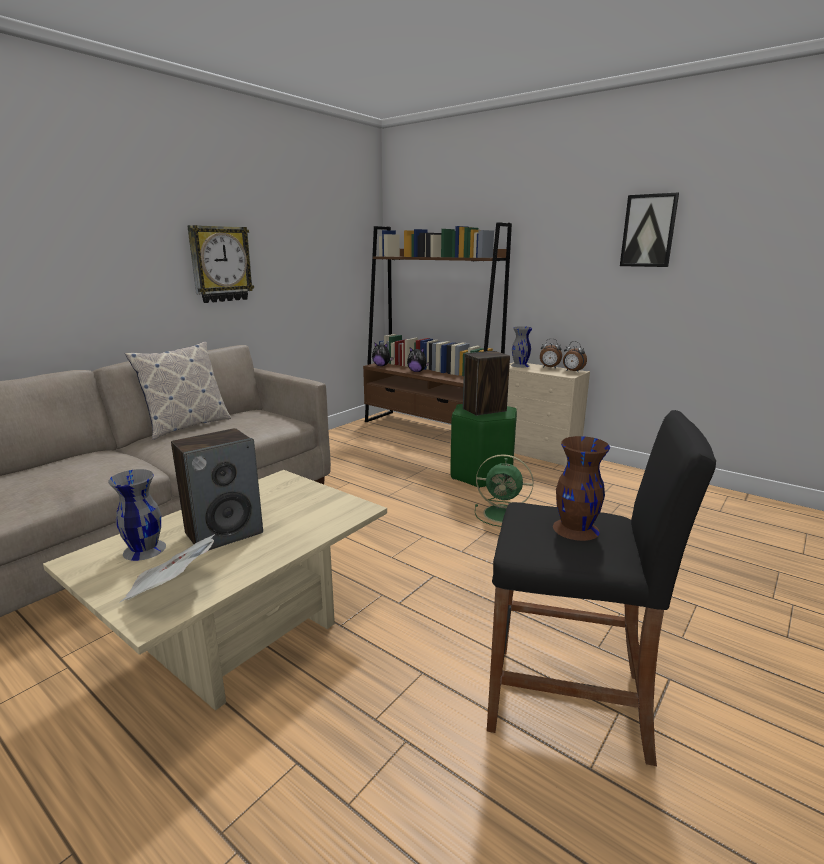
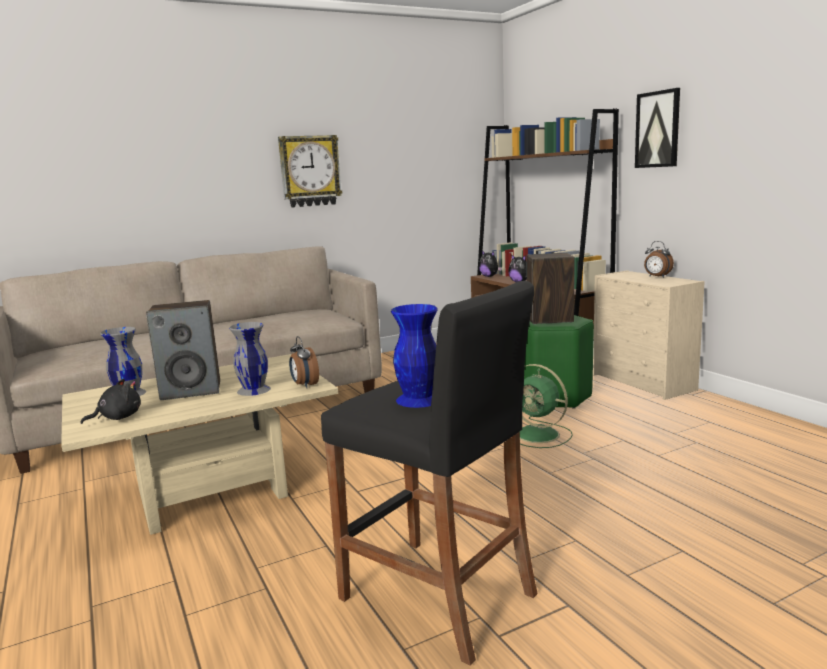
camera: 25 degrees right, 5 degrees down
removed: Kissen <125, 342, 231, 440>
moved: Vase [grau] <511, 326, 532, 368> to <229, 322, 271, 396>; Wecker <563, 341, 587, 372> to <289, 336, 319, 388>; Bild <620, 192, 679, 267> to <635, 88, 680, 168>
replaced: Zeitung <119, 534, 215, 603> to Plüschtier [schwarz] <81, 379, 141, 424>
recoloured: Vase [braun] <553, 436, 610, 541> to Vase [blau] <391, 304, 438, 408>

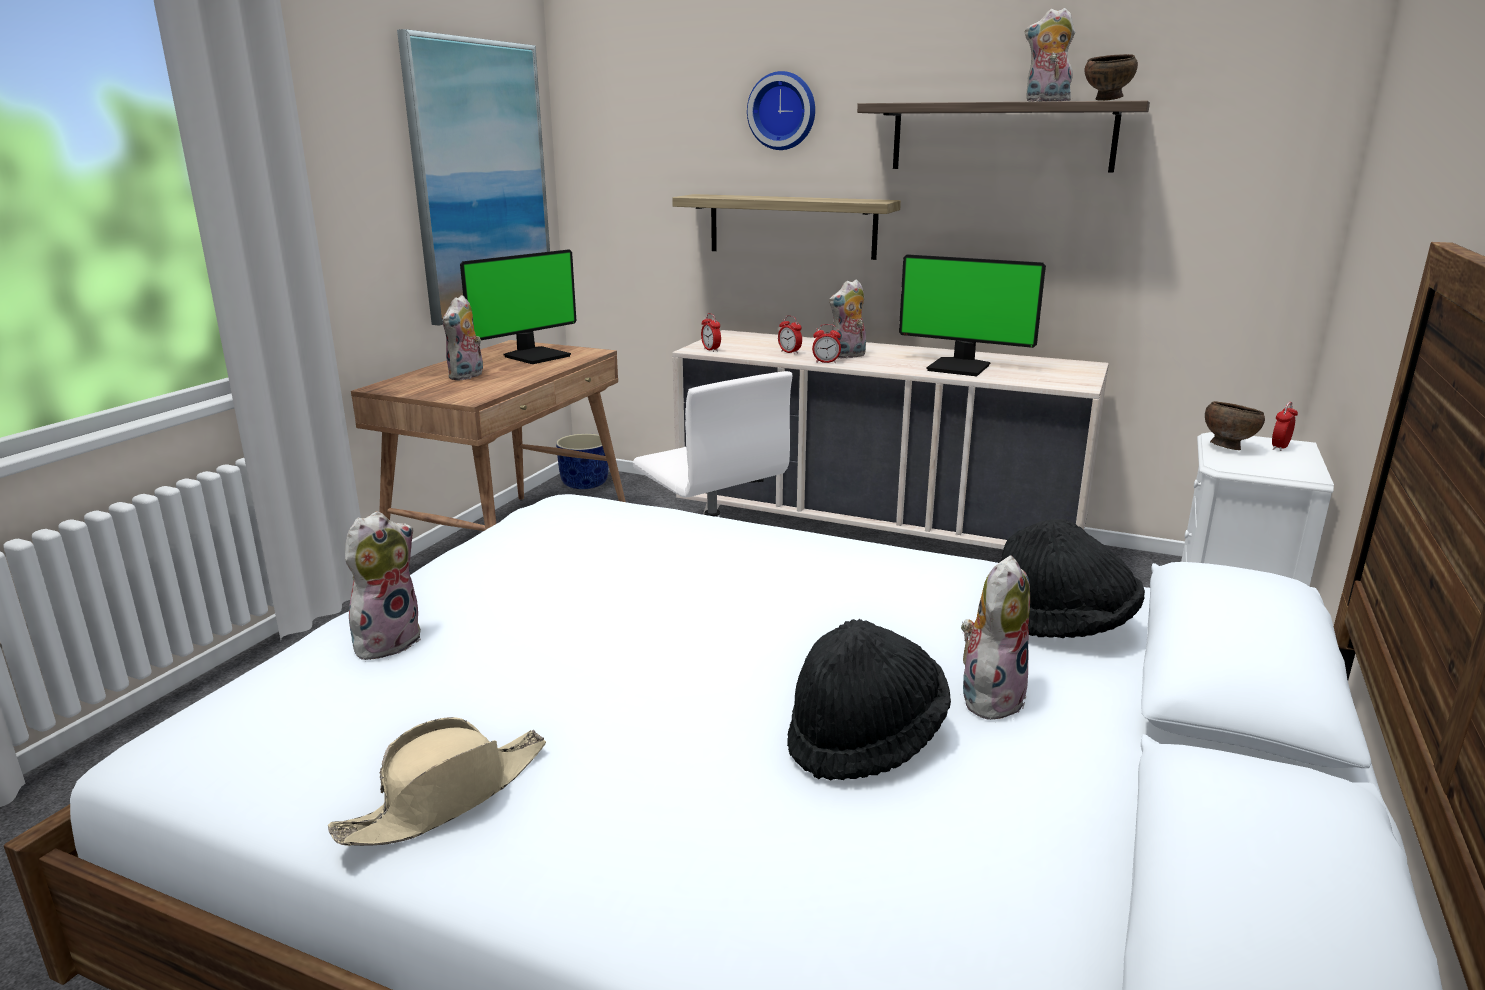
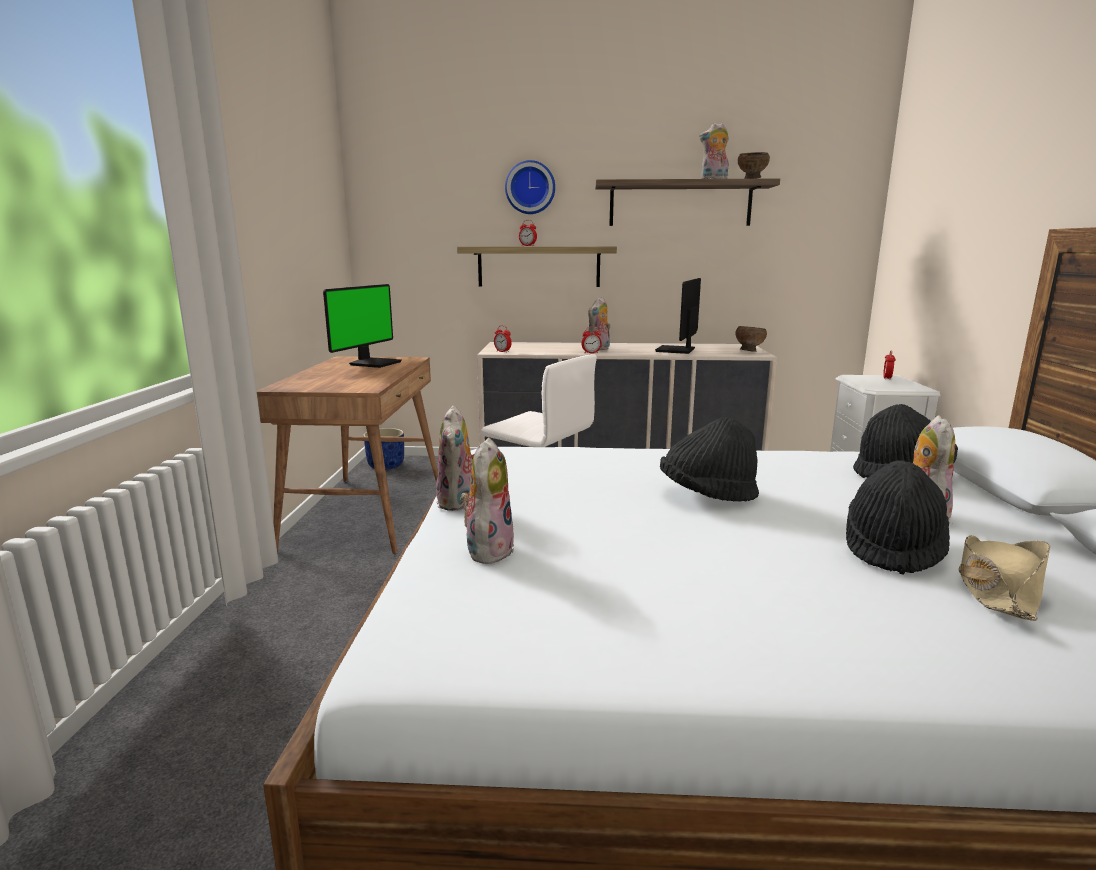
camera: 20 degrees left, 5 degrees down
removed: Bild <397, 29, 550, 326>
added: Hut [schwarz] <660, 417, 759, 502>
moved: Hut [beige] <328, 717, 546, 846> to <959, 535, 1050, 621>; Plüschtier <443, 295, 483, 381> to <436, 405, 474, 511>; Wecker <778, 315, 802, 354> to <519, 220, 537, 246>; Schüssel [braun] <1205, 401, 1265, 450> to <735, 326, 767, 352>
turned: Monitor <899, 254, 1046, 376> = <655, 278, 701, 354> 105 degrees clockwise

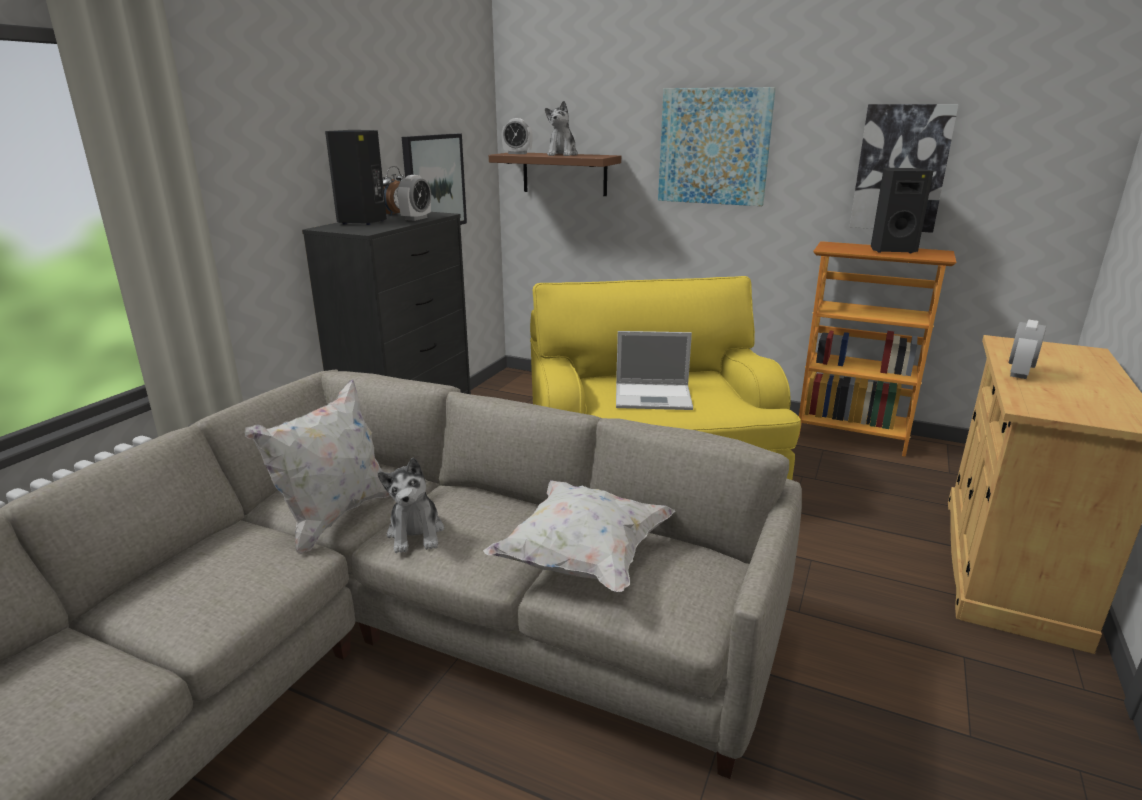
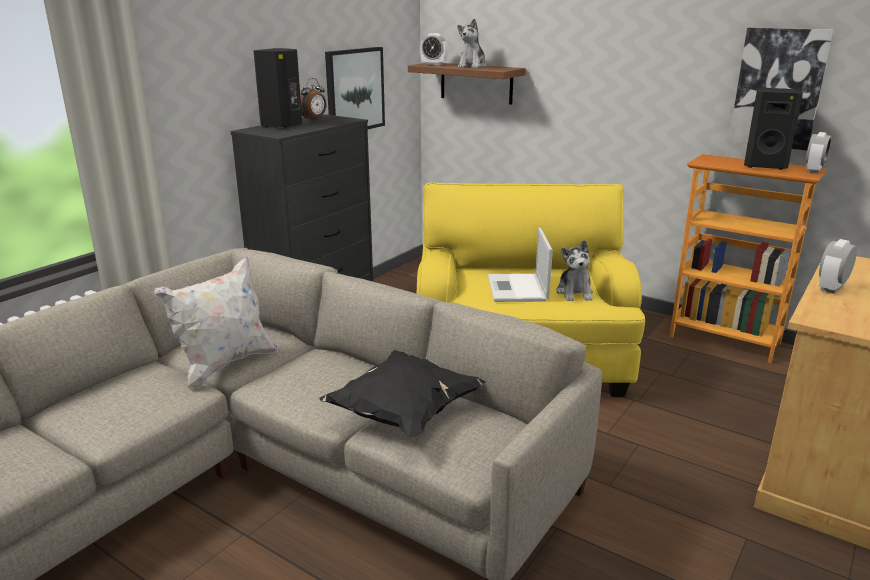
camera: 10 degrees right, 0 degrees up
removed: Bild <658, 87, 776, 206>
moved: Plüschtier <378, 457, 444, 553> to <556, 240, 593, 301>; Wecker <397, 175, 431, 221> to <806, 132, 831, 174>
recoloured: Kissen [weiß] <483, 480, 675, 592> to Kissen [schwarz] <319, 350, 486, 438>
turned: Laptop <616, 331, 693, 410> = <488, 228, 553, 302> 75 degrees clockwise

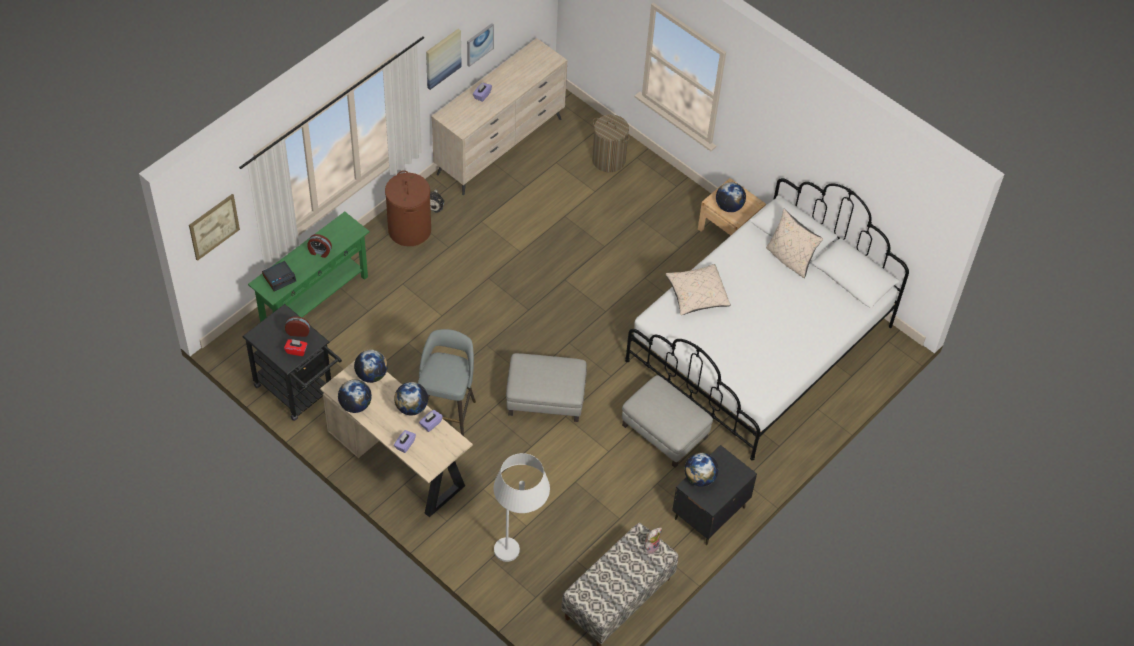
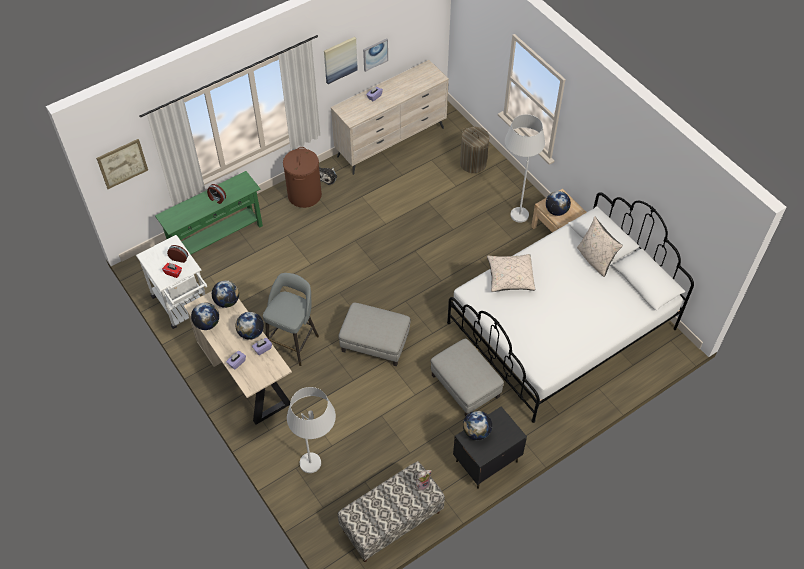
camera: 15 degrees right, 0 degrees up
removed: Wecker <262, 261, 296, 291>
added: Stehlampe [weiß] <505, 114, 545, 223>
recoloured: Rollwagen [schwarz] <242, 304, 342, 421> to Rollwagen [weiß] <136, 235, 207, 329>

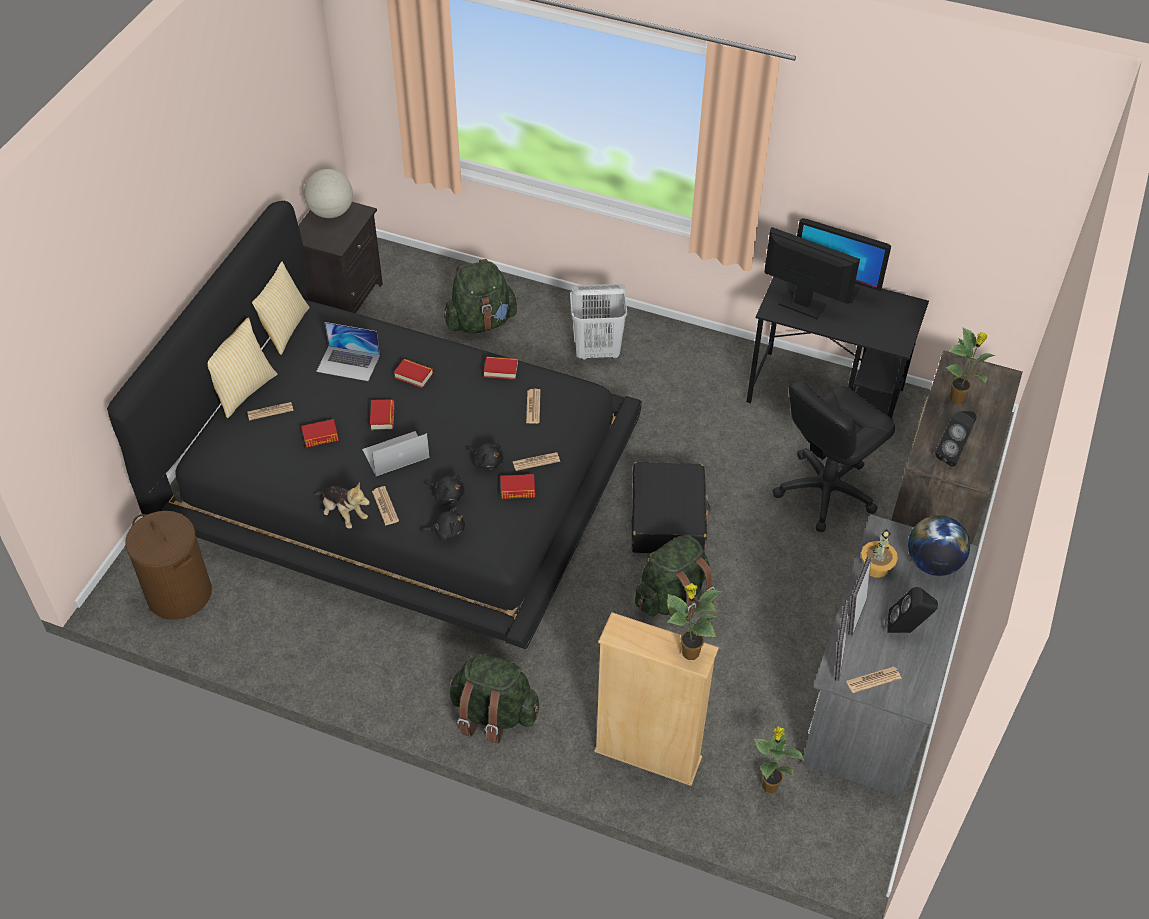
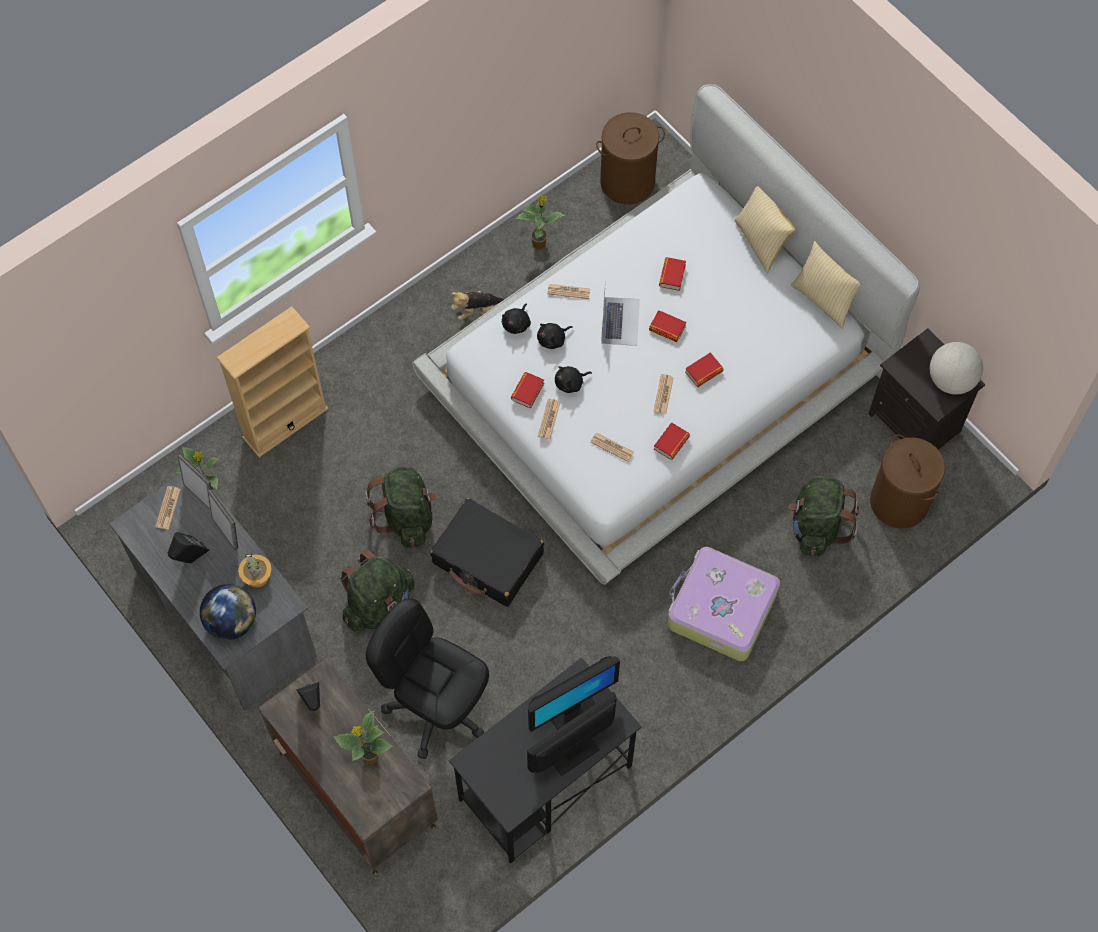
camera: 120 degrees right, 15 degrees up
removed: Laptop <316, 322, 380, 381>
added: Wäschekorb [braun] <870, 434, 945, 529>
moved: Zeitung <247, 402, 294, 421> to <653, 374, 674, 415>; Plüschtier <314, 482, 370, 529> to <451, 291, 506, 321>; Rucksack [grün] <448, 654, 539, 743> to <339, 550, 415, 633>; Topfpflanze <667, 583, 723, 660> to <516, 195, 565, 249>
replaced: Wäschekorb [weiß] <570, 284, 627, 360> to Koffer <667, 547, 780, 661>
recoloured: Bett [schwarz] <107, 201, 642, 649> to Bett [weiß] <412, 84, 920, 585>
turned: Bürostuhl [schwarz] <773, 380, 895, 532> = <366, 598, 489, 759> 45 degrees counterclockwise

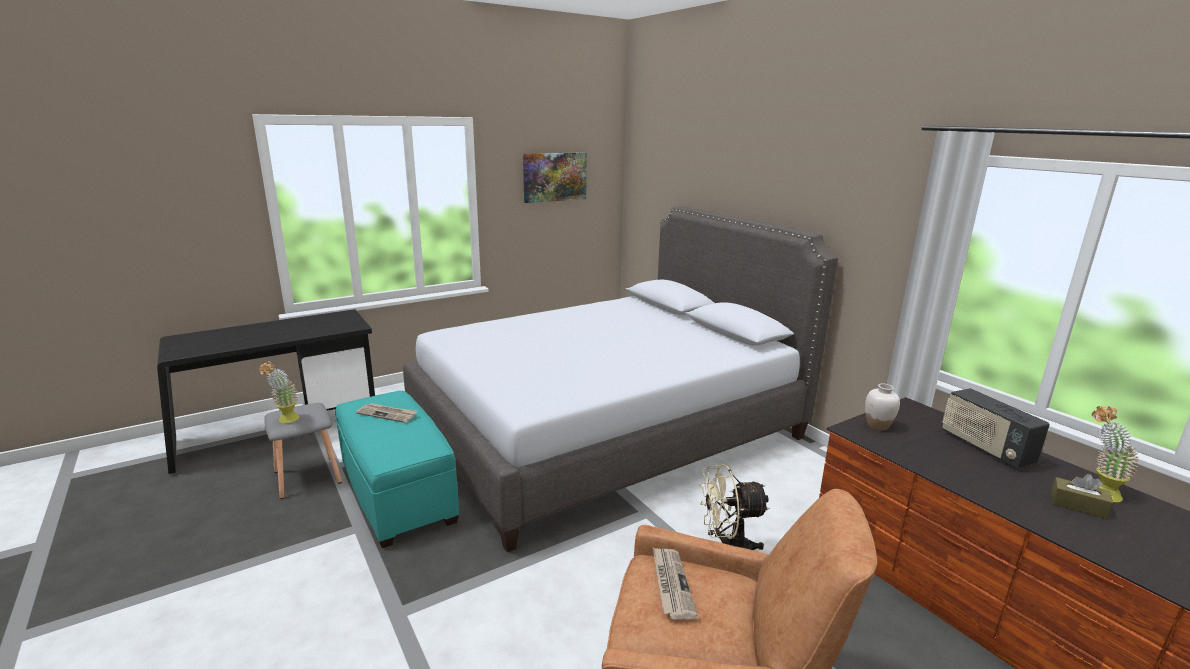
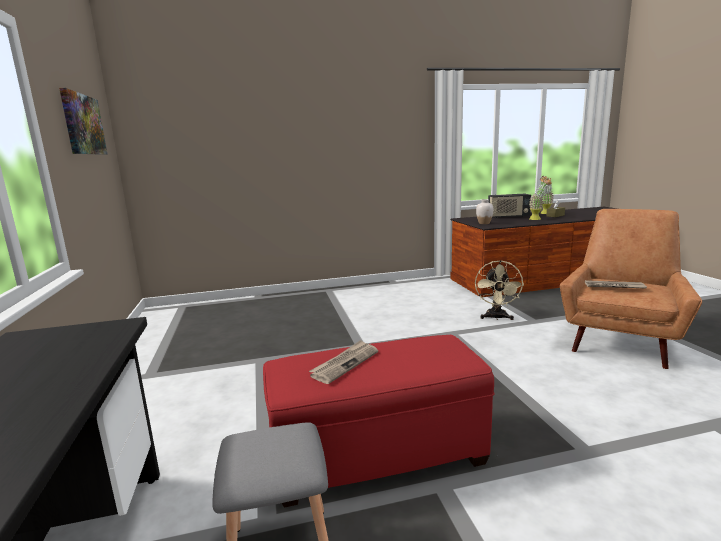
camera: 70 degrees left, 5 degrees down
removed: Bett [grau] <403, 206, 838, 552>
moved: Topfpflanze <258, 361, 300, 423> to <529, 178, 552, 220>
recoloured: Polsterhocker [türkis] <335, 391, 459, 548> to Polsterhocker [rot] <263, 335, 495, 508>

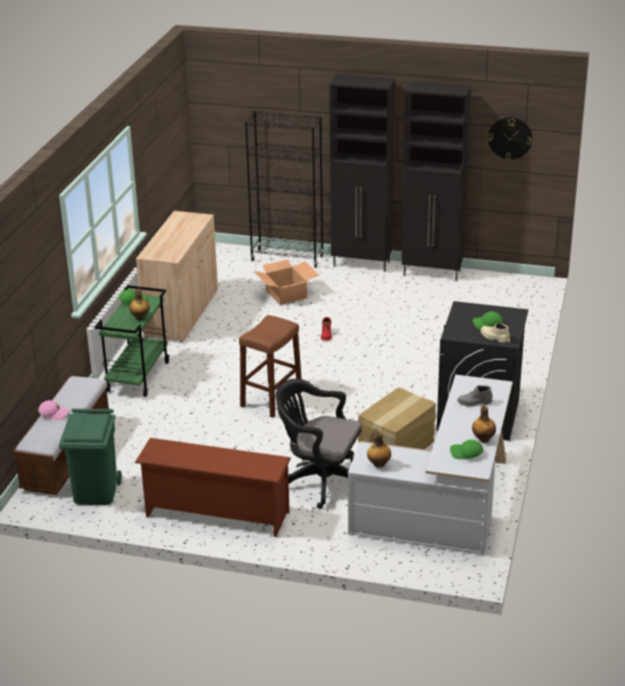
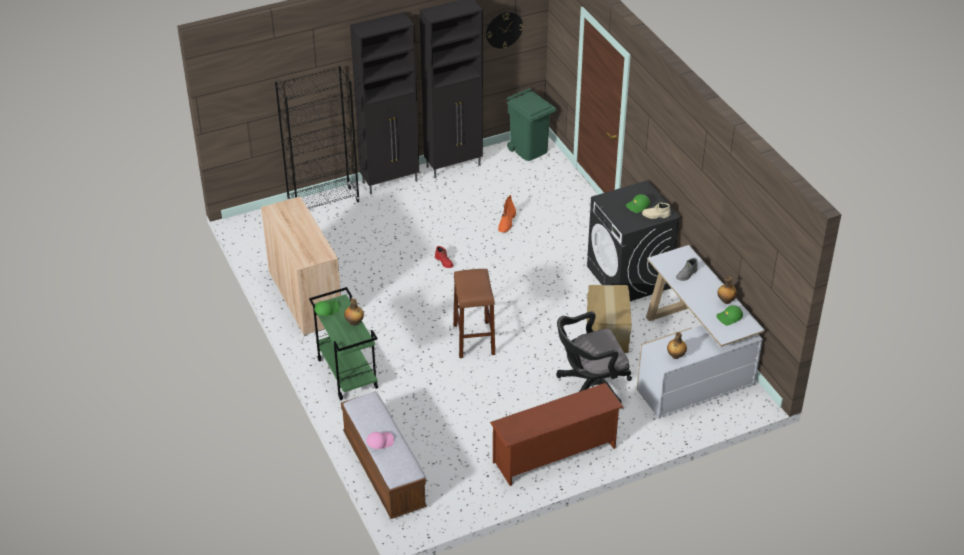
camera: 40 degrees left, 10 degrees up
removed: Karton <254, 259, 319, 305>
added: Stiefel [orange] <498, 195, 516, 233>
moved: Mülleimer [grün] <59, 408, 122, 505> to <507, 88, 556, 161>

